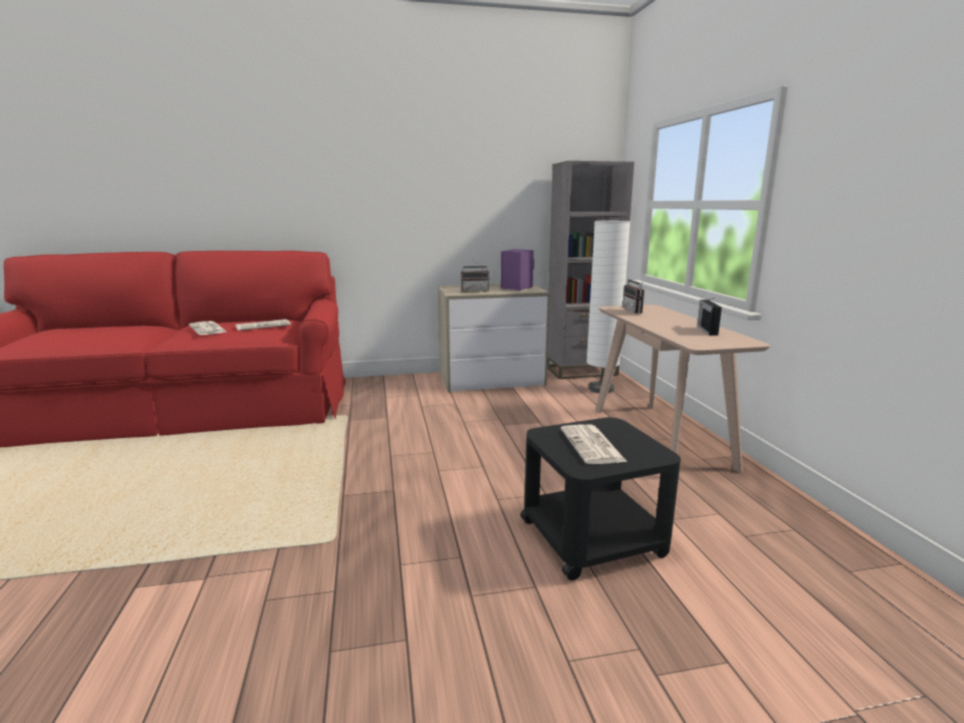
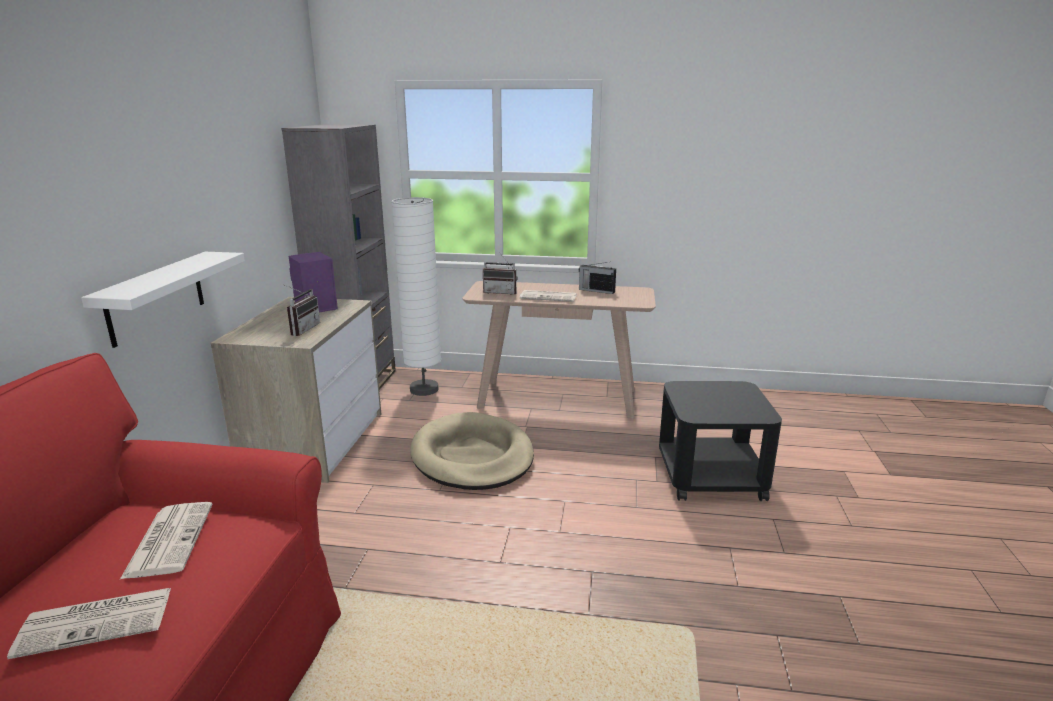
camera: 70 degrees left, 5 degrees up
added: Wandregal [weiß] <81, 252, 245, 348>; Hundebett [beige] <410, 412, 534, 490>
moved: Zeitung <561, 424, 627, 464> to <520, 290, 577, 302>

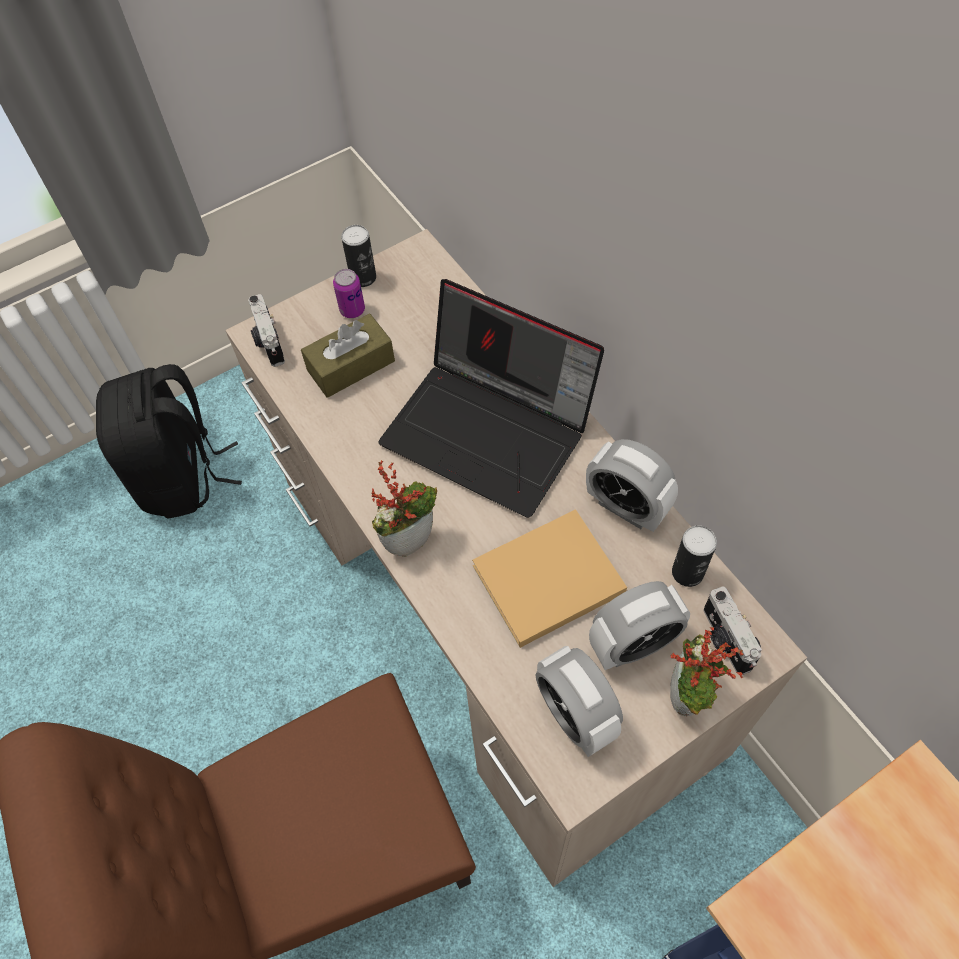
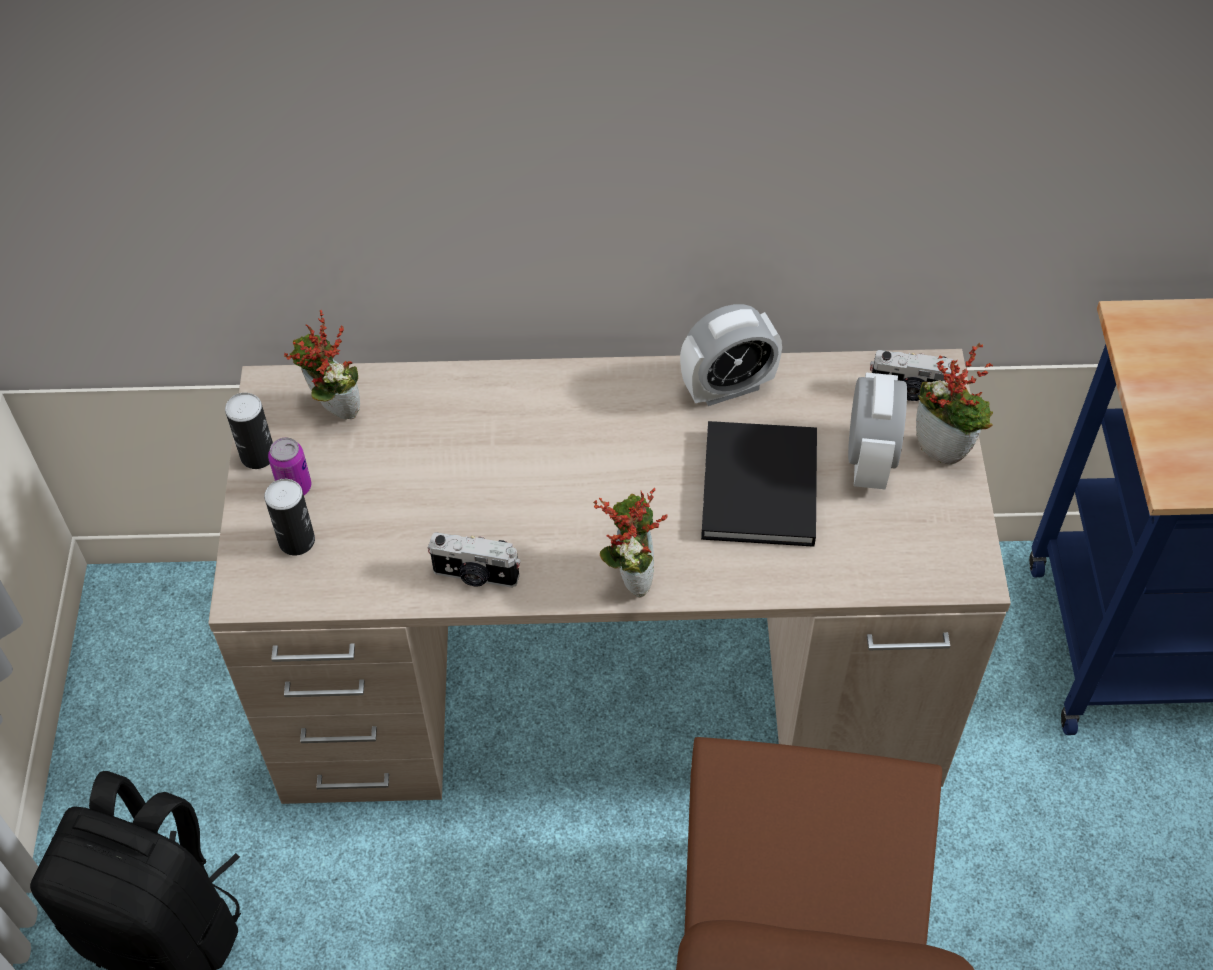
camera: 60 degrees left, 5 degrees down
removed: Taschentuchbox [braun] <301, 314, 395, 398>; Laptop <379, 279, 604, 518>; Wecker <536, 646, 623, 757>
added: Topfpflanze <284, 310, 360, 419>
moved: Kamera <248, 294, 285, 367> to <428, 532, 521, 588>; Dose <672, 526, 717, 587> to <264, 479, 315, 556>
recoloured: Buch [beige] <472, 509, 627, 648> to Buch [schwarz] <701, 421, 817, 547>

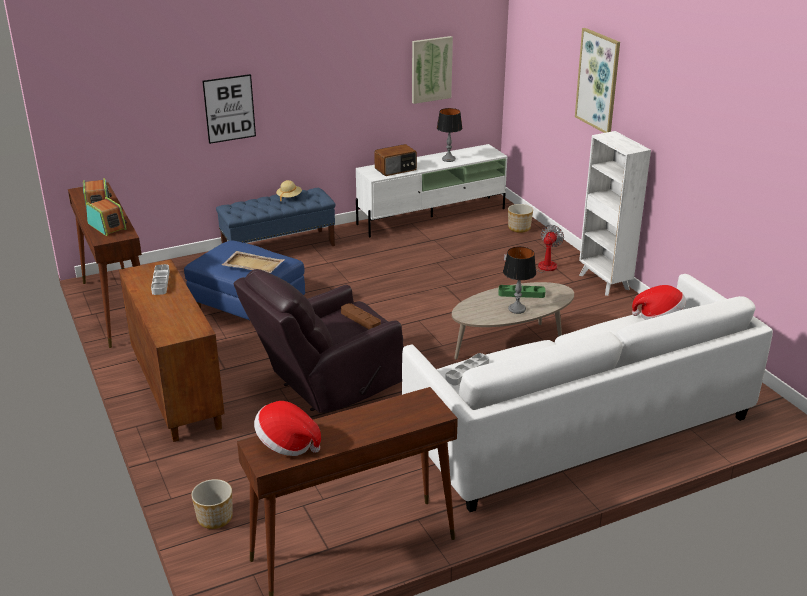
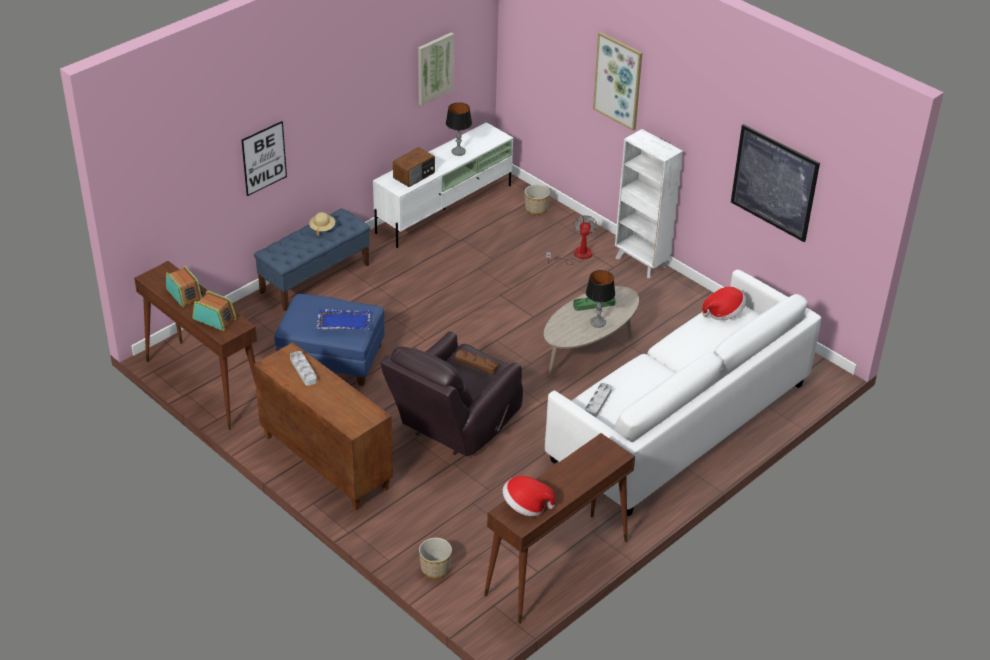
camera: 20 degrees left, 10 degrees up
added: Bild <731, 124, 820, 242>
recoloured: Tablett [beige] <222, 251, 285, 273> to Tablett [blau] <317, 309, 371, 330>

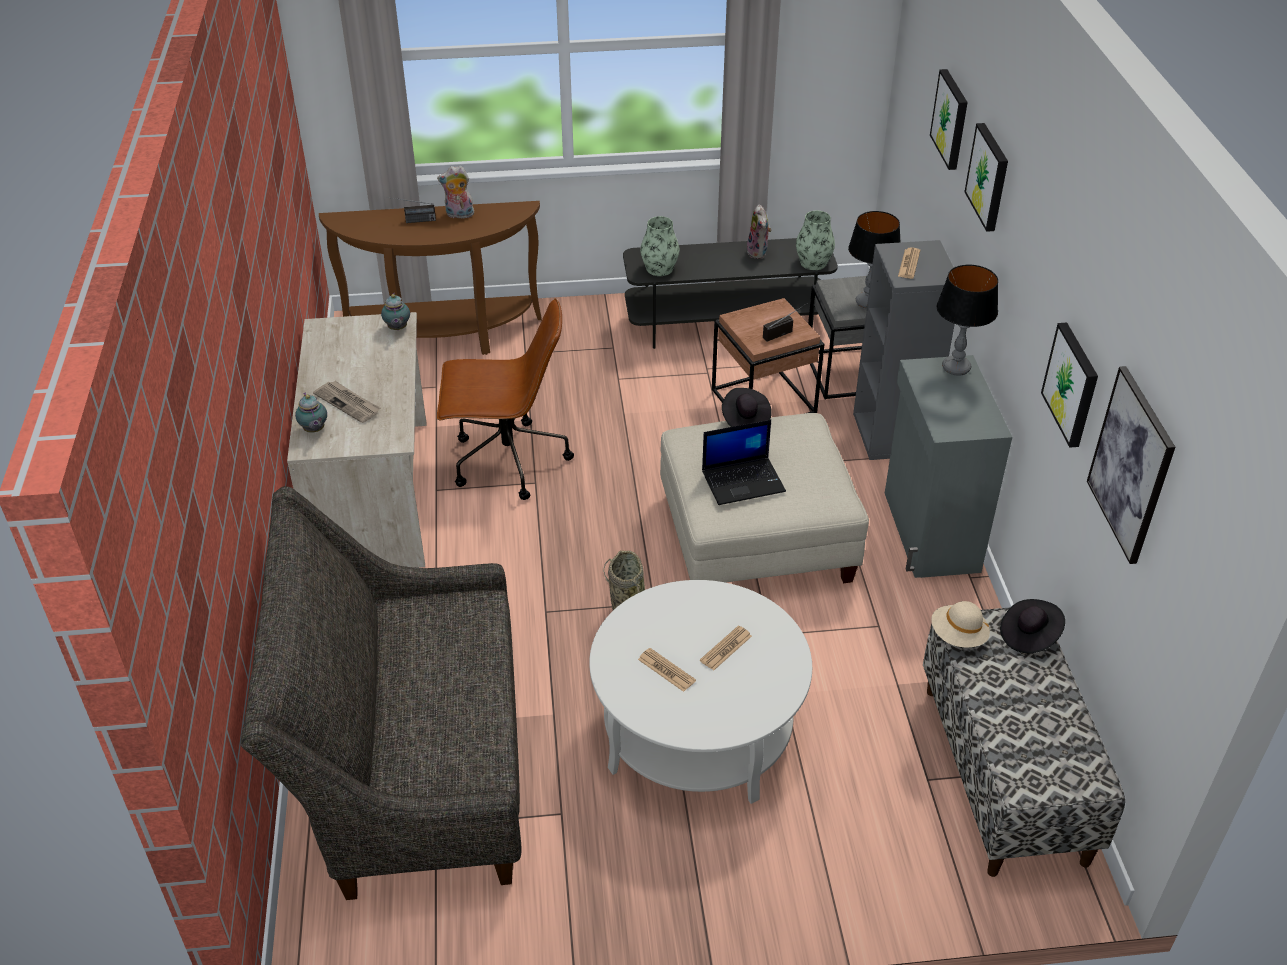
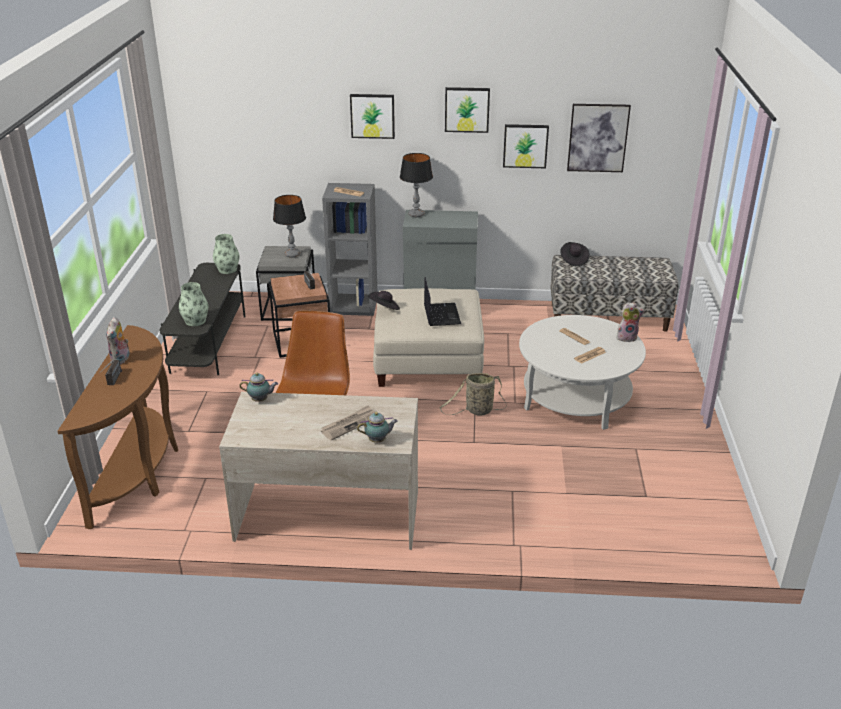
camera: 80 degrees left, 10 degrees down
removed: Sofa [grau] <241, 486, 522, 900>; Hut [beige] <931, 601, 990, 648>
moved: Plüschtier <747, 204, 772, 259> to <616, 302, 645, 342>; Bild <930, 69, 968, 170> to <445, 87, 490, 133>

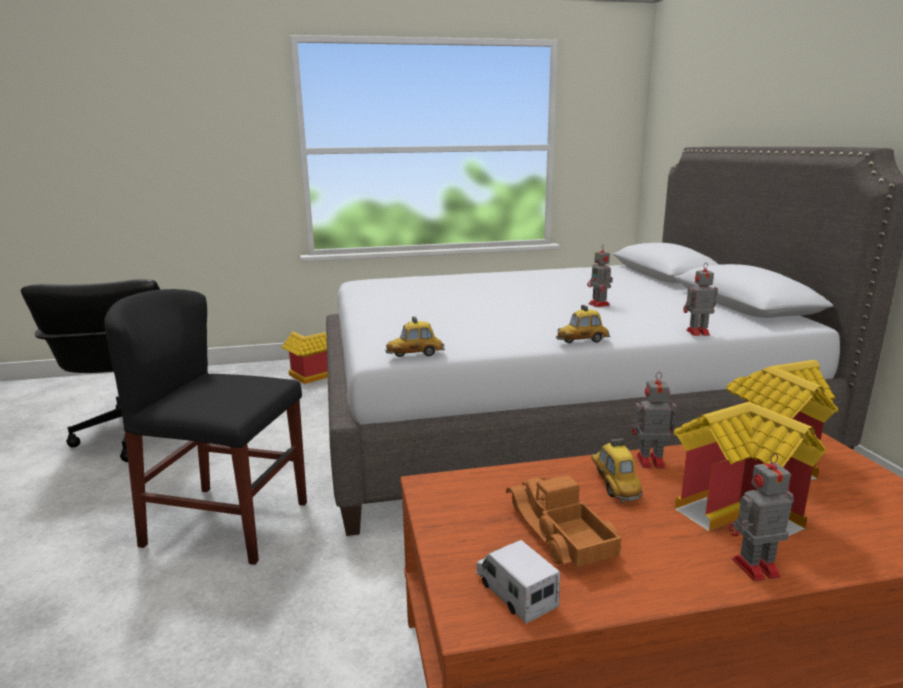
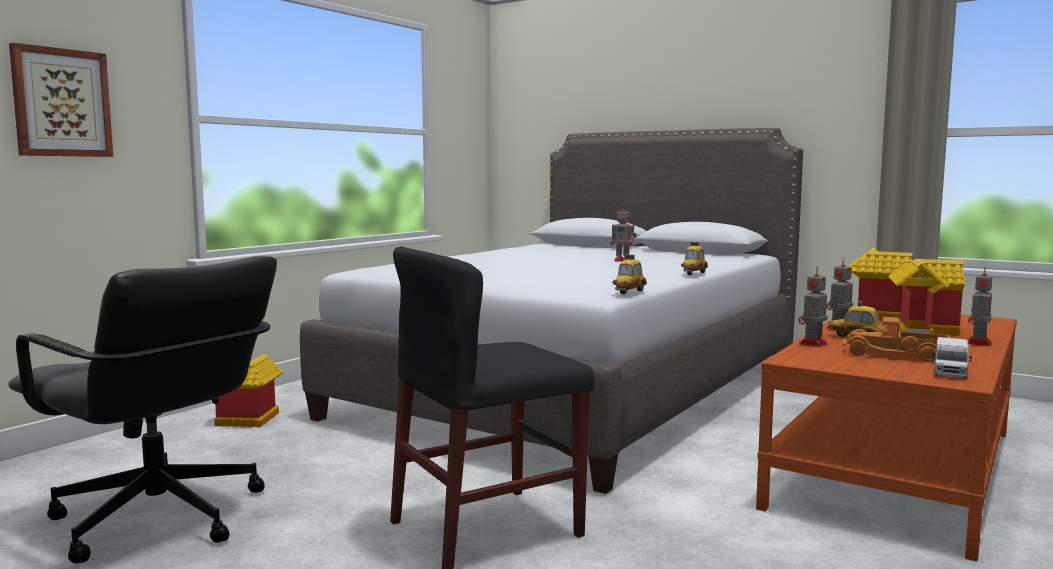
camera: 45 degrees left, 10 degrees down
added: Bild <9, 43, 113, 157>
moved: Spielzeugroboter <683, 264, 718, 336> to <798, 267, 827, 347>
turned: Spielzeuglaster <476, 540, 560, 624> = <932, 337, 972, 378> 75 degrees counterclockwise

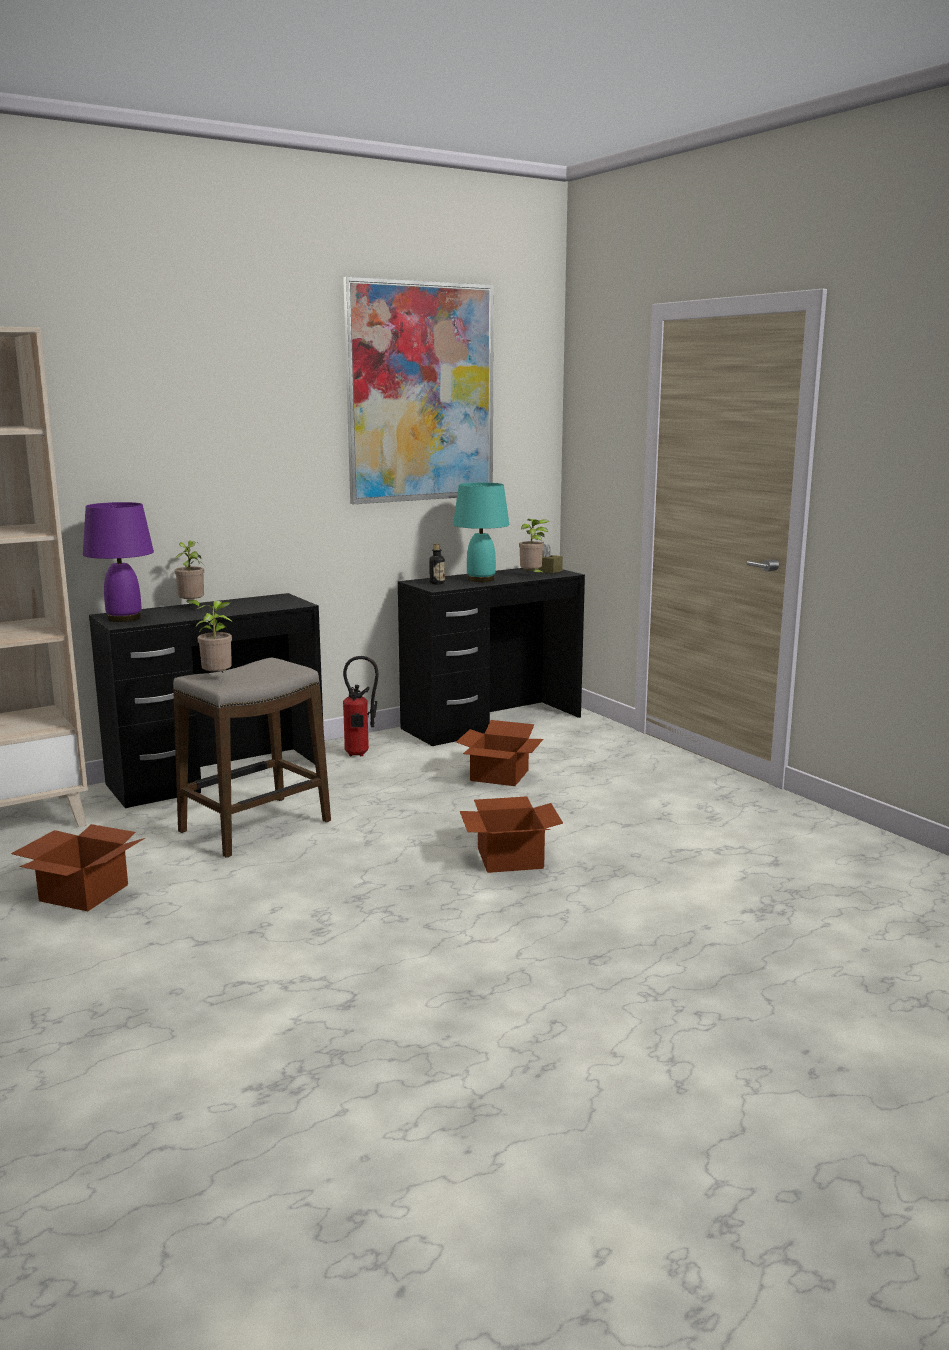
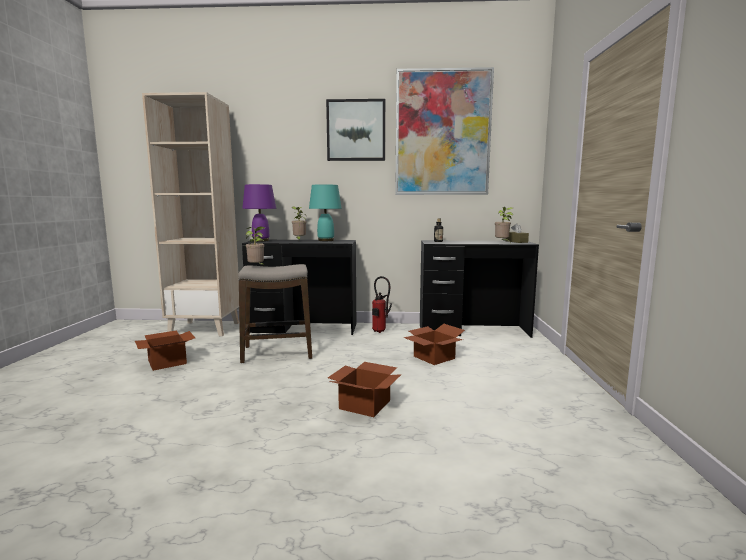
camera: 35 degrees right, 5 degrees down
added: Bild <326, 99, 385, 161>
moved: Tischlampe [türkis] <453, 482, 509, 582> to <309, 184, 342, 241>

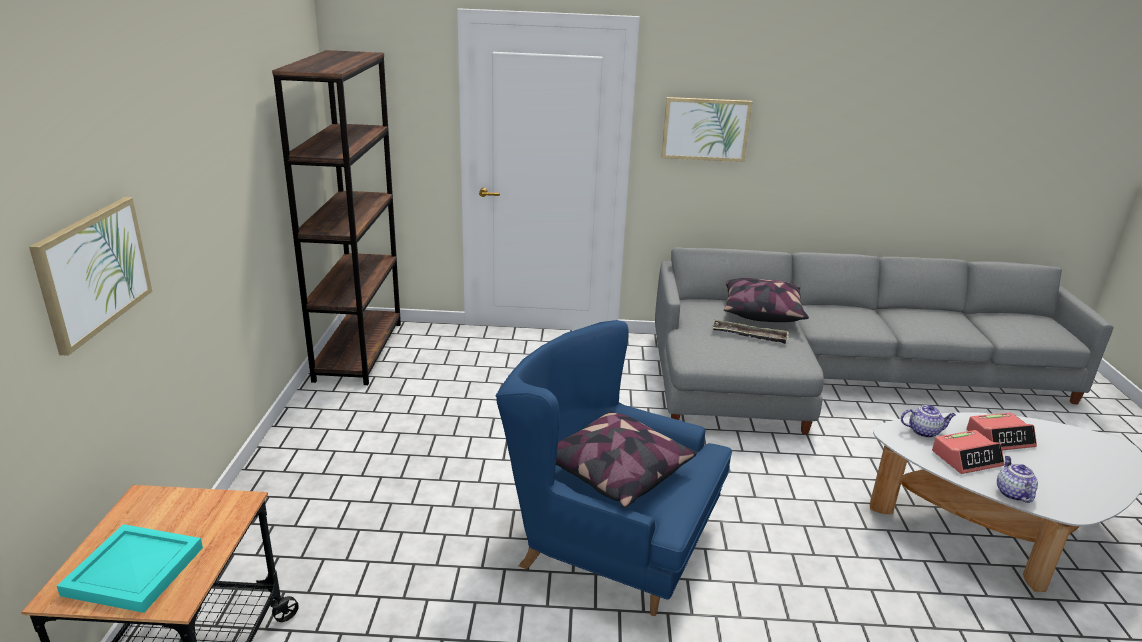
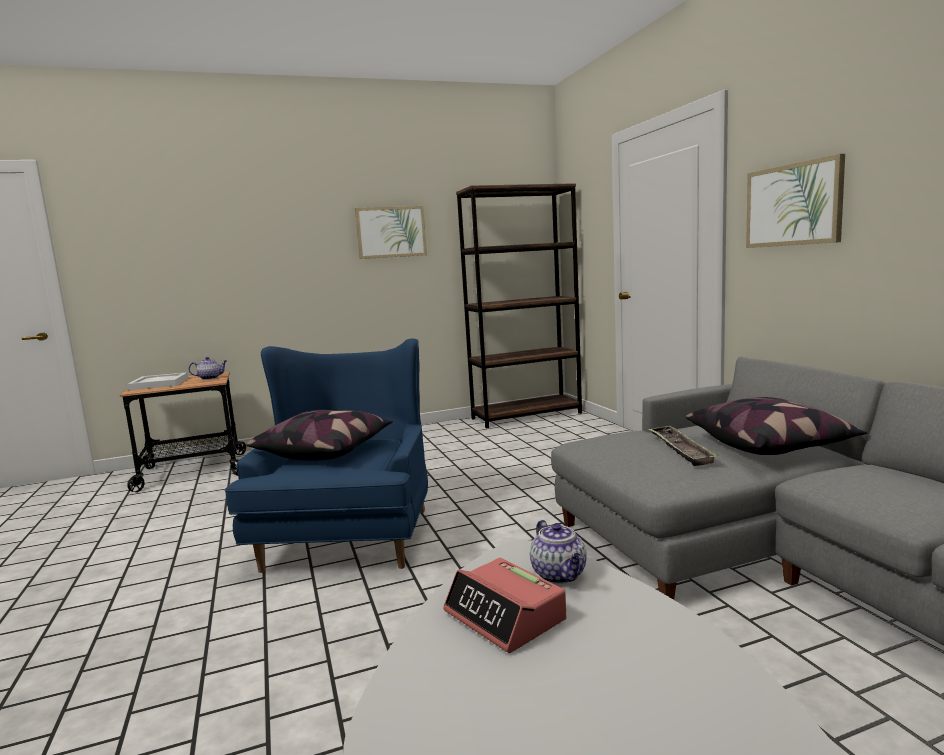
camera: 70 degrees right, 15 degrees down
removed: Wecker <966, 413, 1037, 450>
moved: Bild <29, 197, 153, 356> to <355, 206, 427, 259>; Teekanne <997, 456, 1038, 503> to <188, 357, 227, 380>
recoloured: Tablett [türkis] <57, 524, 203, 613> to Tablett [weiß] <127, 372, 188, 390>

